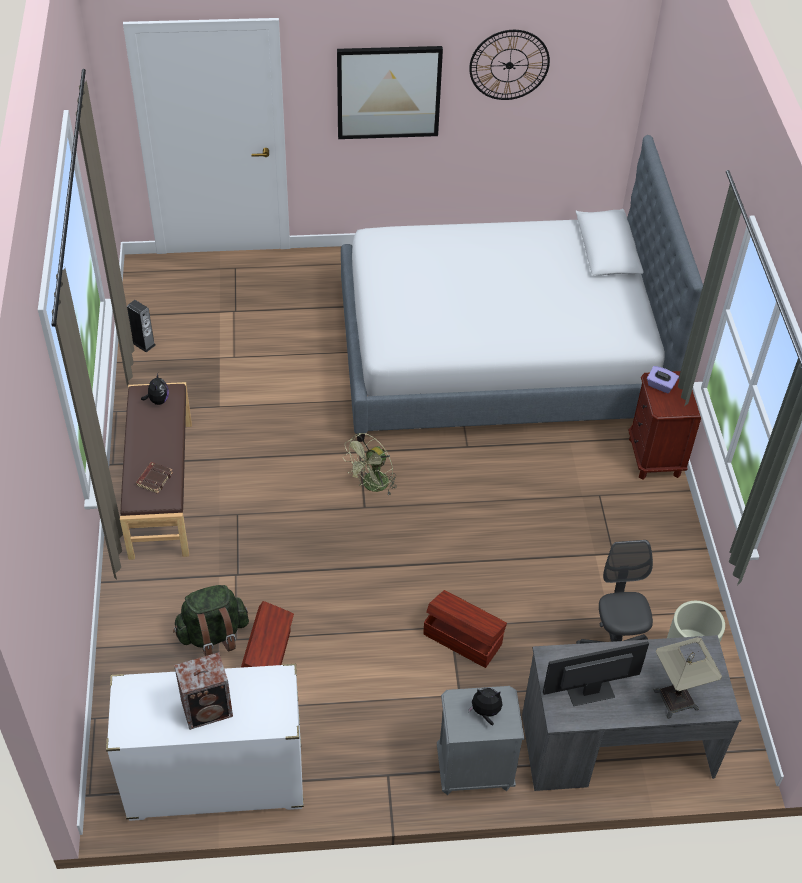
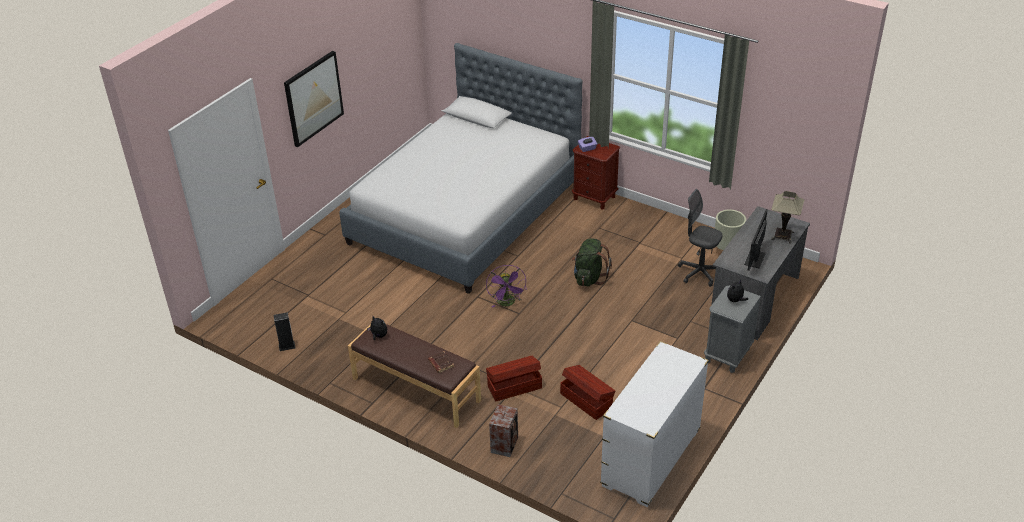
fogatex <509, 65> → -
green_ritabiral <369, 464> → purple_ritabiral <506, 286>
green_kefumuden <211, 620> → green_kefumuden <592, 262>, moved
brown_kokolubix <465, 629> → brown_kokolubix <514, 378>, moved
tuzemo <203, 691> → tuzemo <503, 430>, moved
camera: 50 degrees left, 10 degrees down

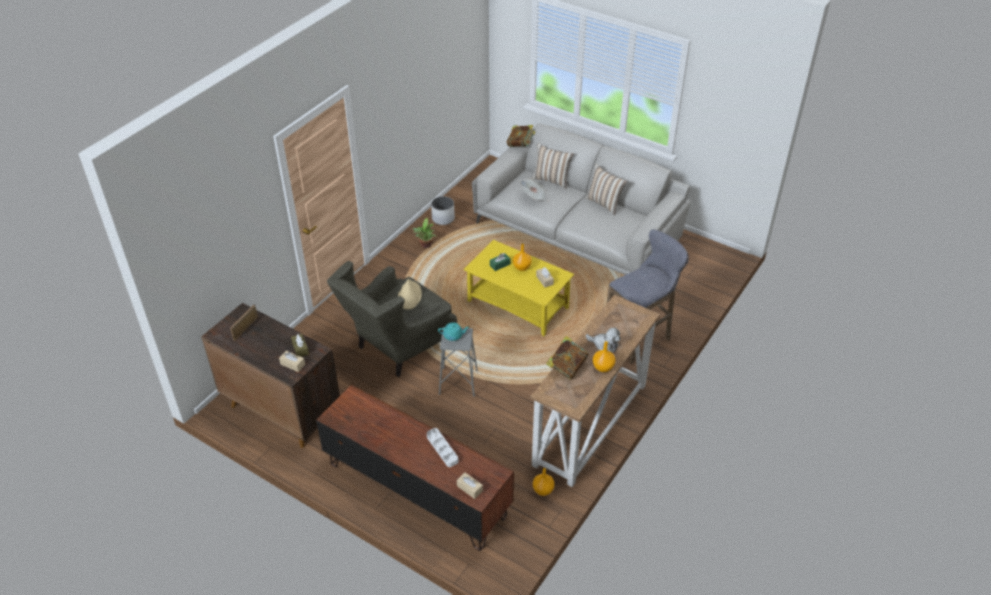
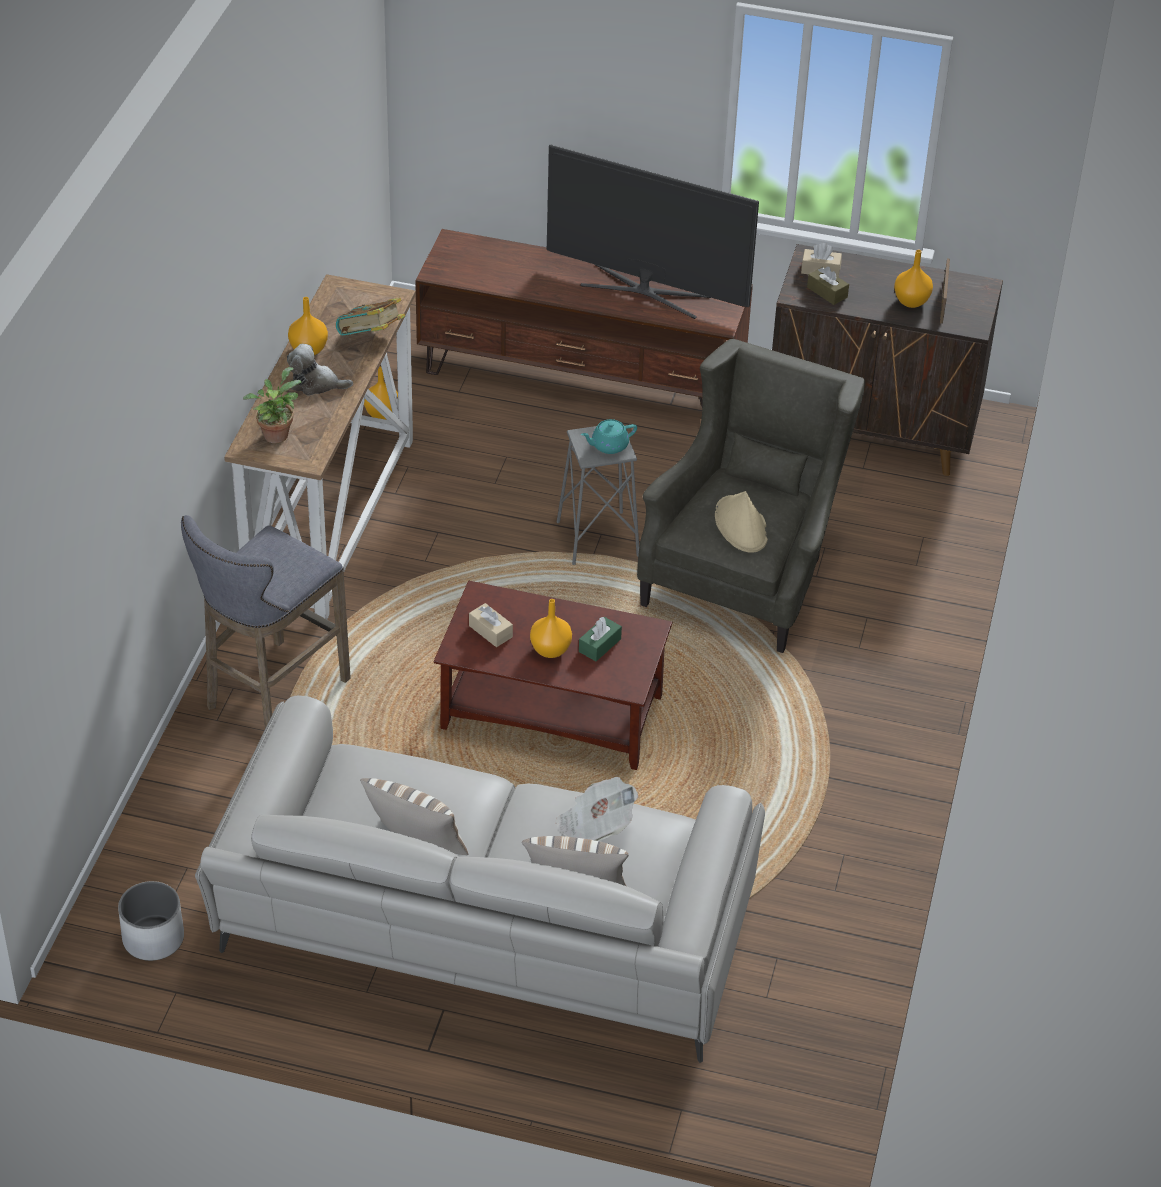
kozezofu <521, 136> → -
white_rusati <443, 210> → white_rusati <151, 921>, moved
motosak <424, 233> → motosak <272, 405>, moved
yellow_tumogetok <519, 288> → brown_tumogetok <553, 675>
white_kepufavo <443, 447> → -
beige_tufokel <470, 486> → -
- → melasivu <653, 231>
- → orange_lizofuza <913, 279>
camera: 160 degrees right, 0 degrees up

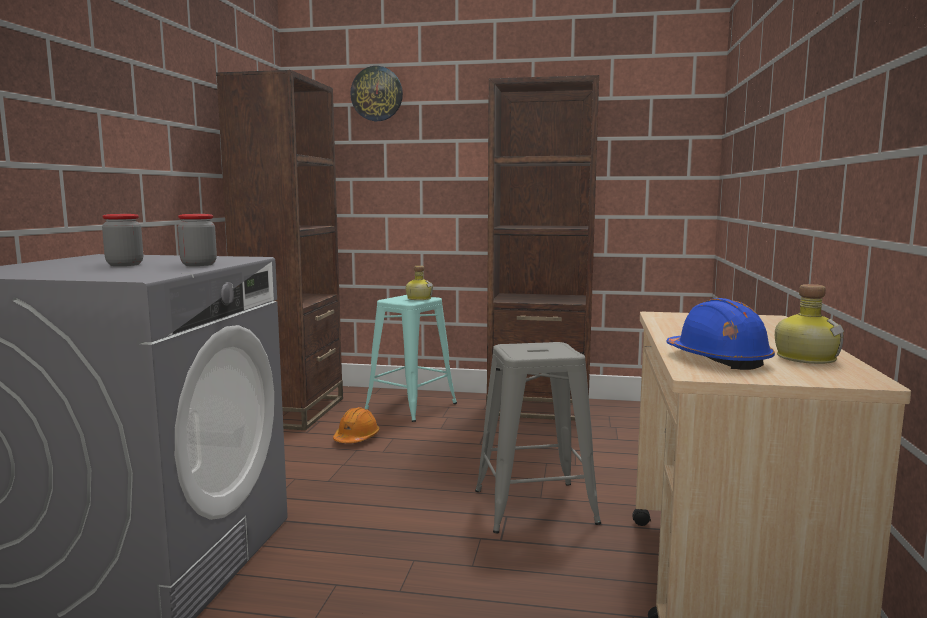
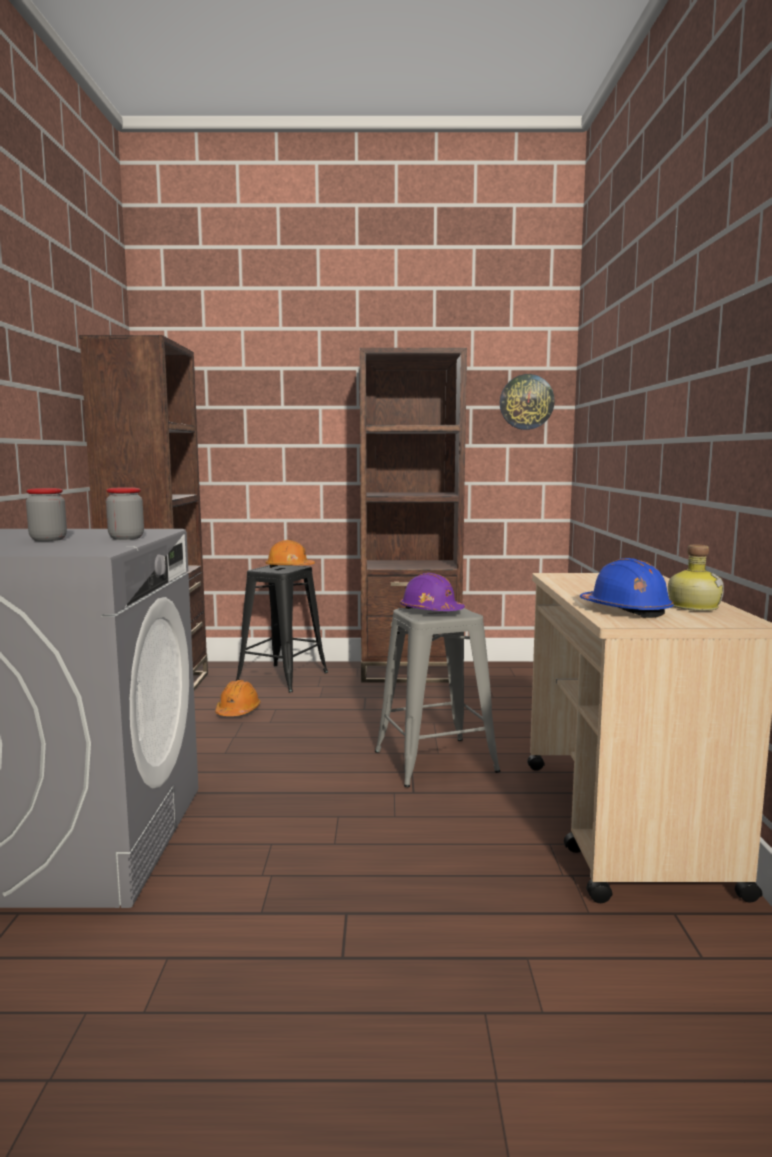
fogatex <376, 93> → fogatex <527, 402>, moved
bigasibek <419, 283> → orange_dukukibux <290, 554>
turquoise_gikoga <410, 358> → black_gikoga <282, 629>
- → purple_dukukibux <432, 592>
camera: 10 degrees left, 0 degrees up

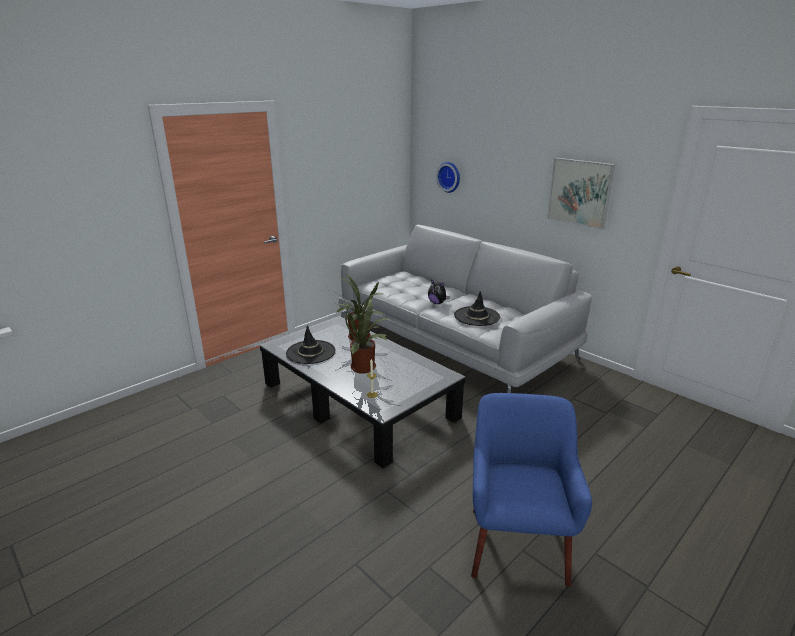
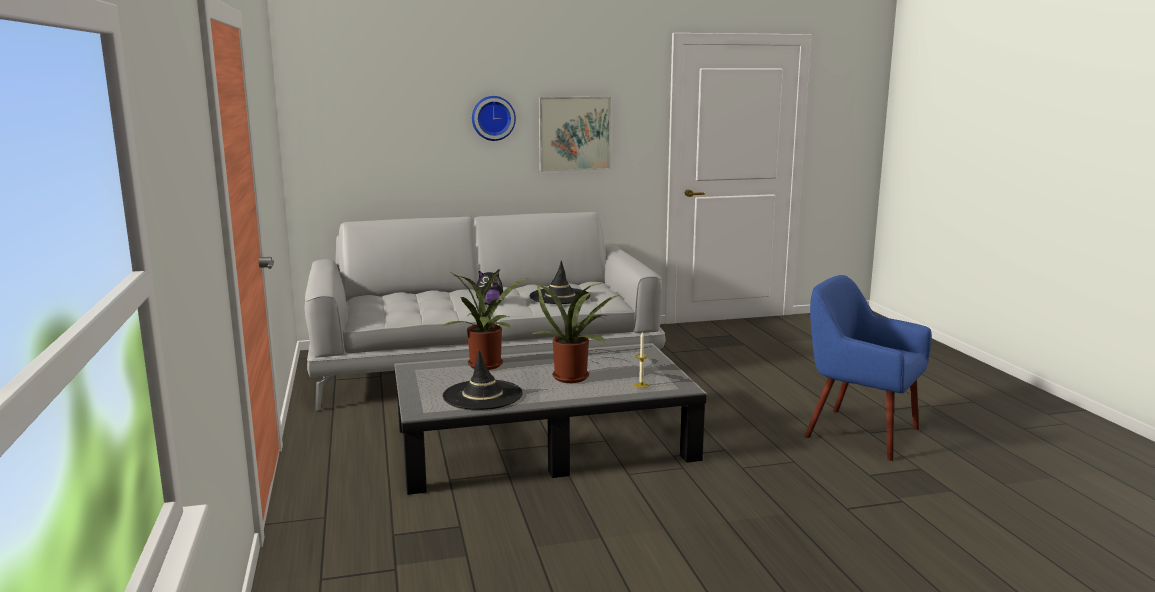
fogatex <448, 177> → fogatex <494, 118>, moved
camera: 60 degrees left, 10 degrees down

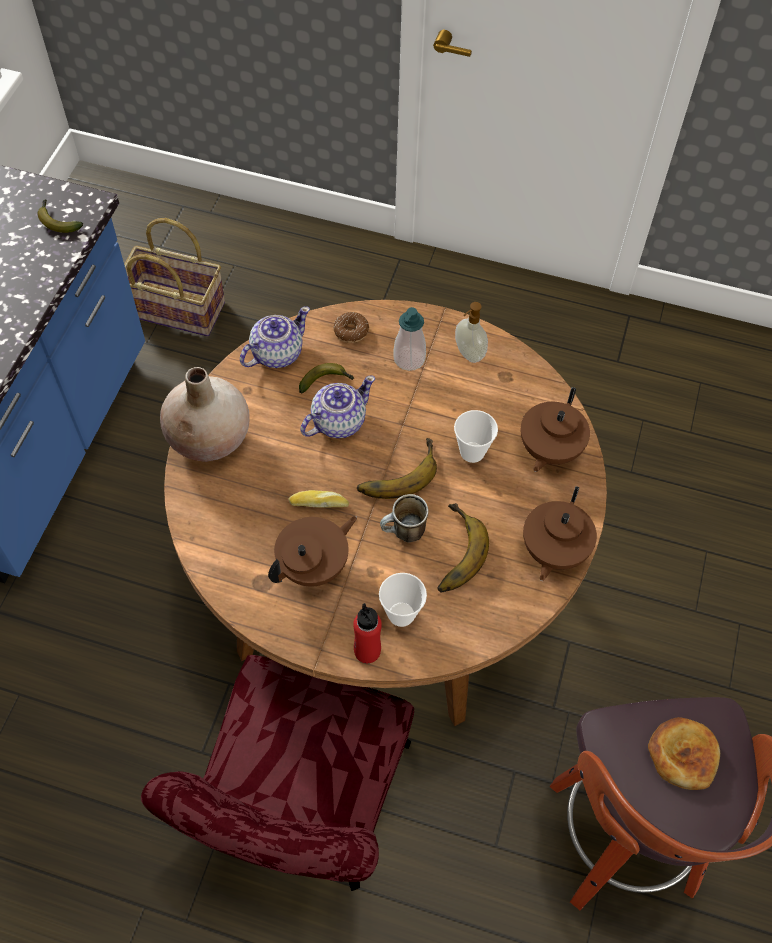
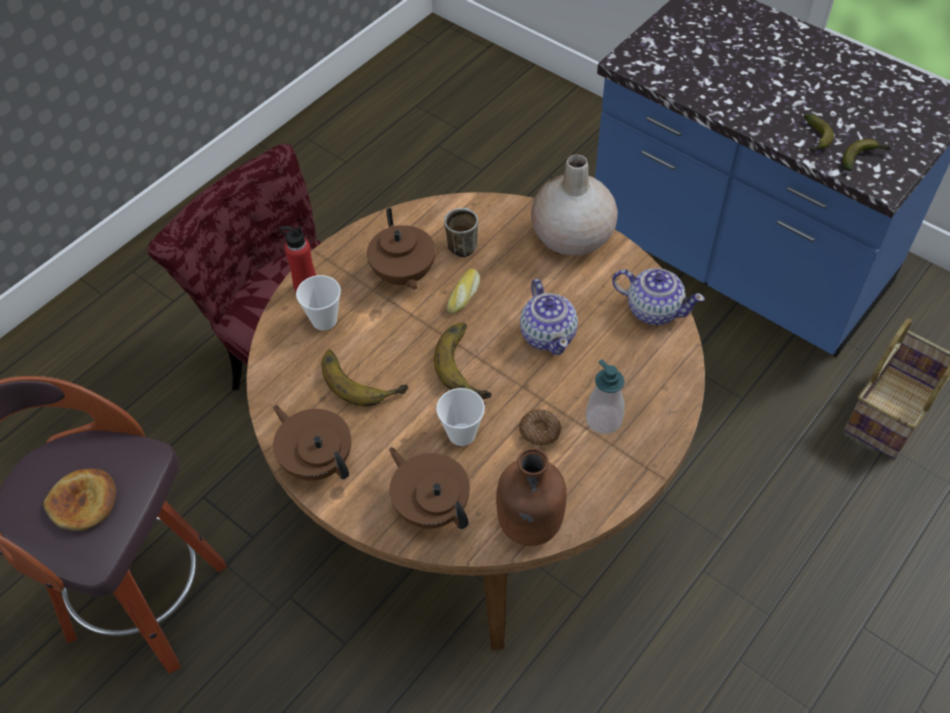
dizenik <471, 332> → -
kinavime <275, 337> → kinavime <658, 296>, 45 degrees counterclockwise
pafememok <351, 327> → pafememok <540, 428>, moved
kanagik <326, 378> → kanagik <819, 133>, moved
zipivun <404, 518> → zipivun <461, 232>, moved
- → brown_bigasibek <531, 497>
camera: 115 degrees right, 5 degrees down

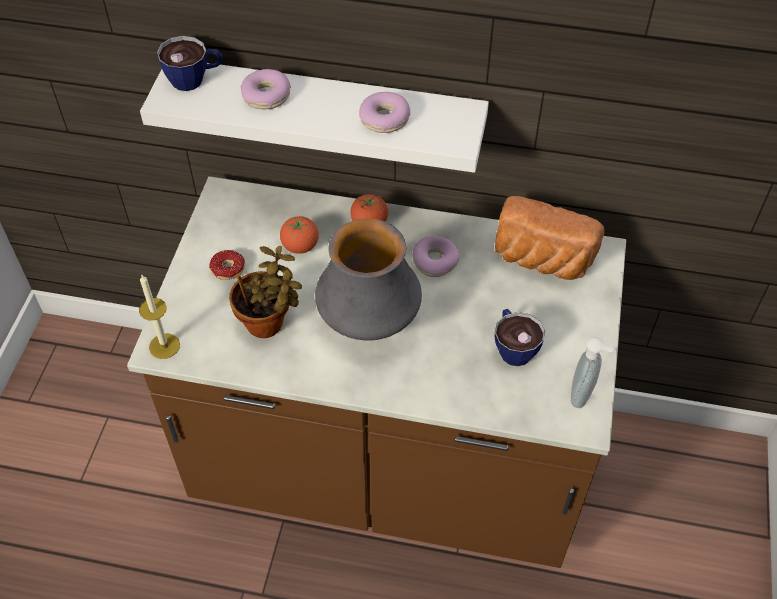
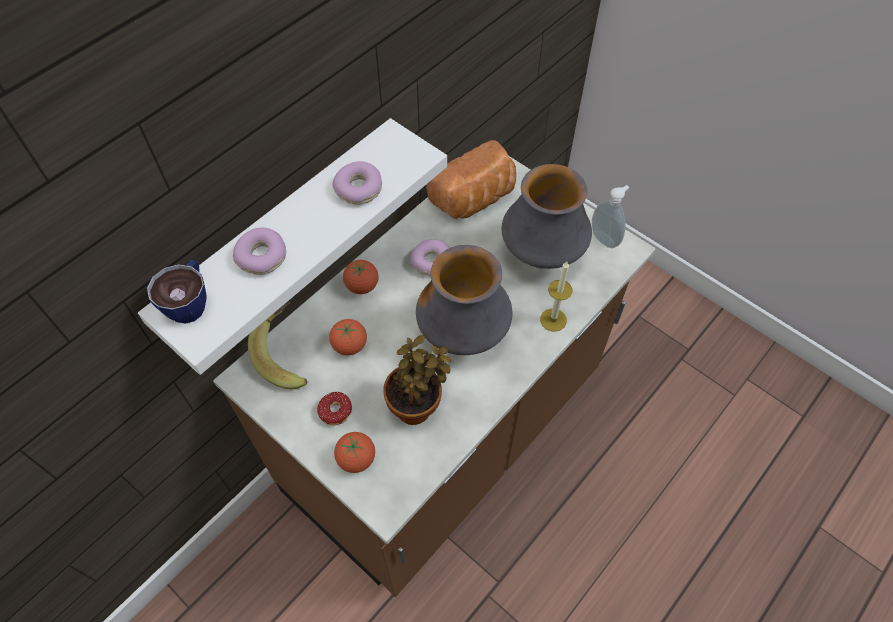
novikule <159, 317> → novikule <556, 297>, moved
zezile <519, 337> → lizofuza <547, 216>
- → kanagik <278, 345>
- → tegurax <354, 452>
camera: 60 degrees left, 5 degrees up

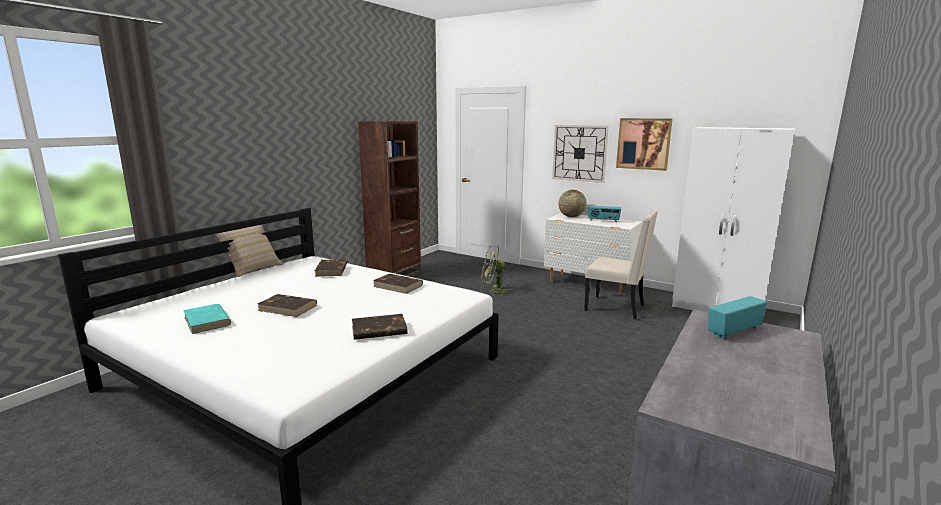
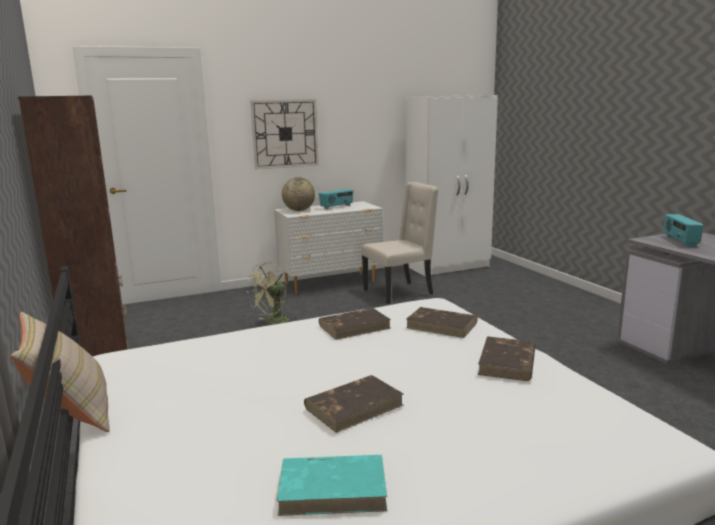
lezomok <644, 144> → -
brown_kozezofu <331, 268> → brown_kozezofu <442, 322>, moved
camera: 55 degrees left, 0 degrees up

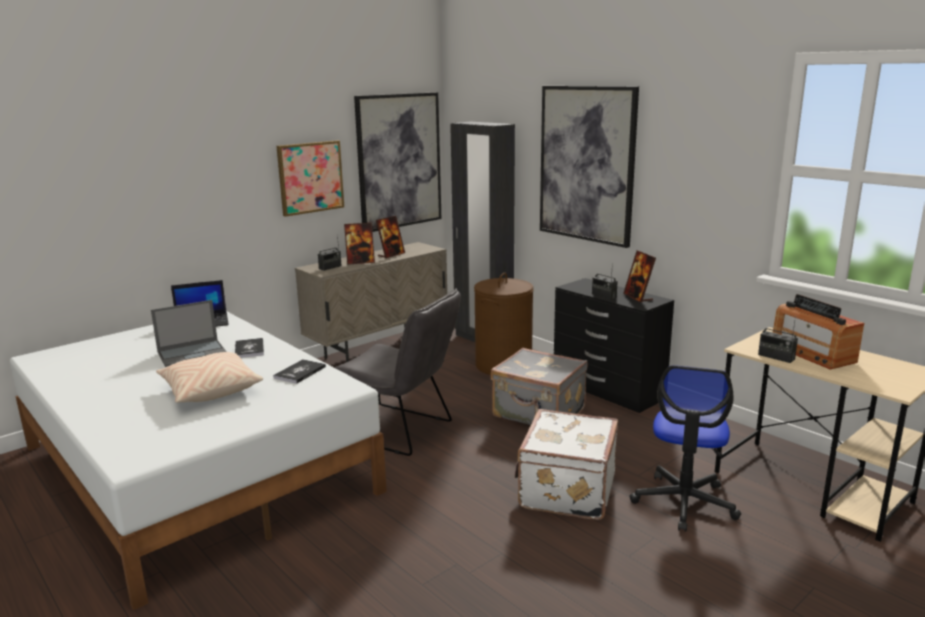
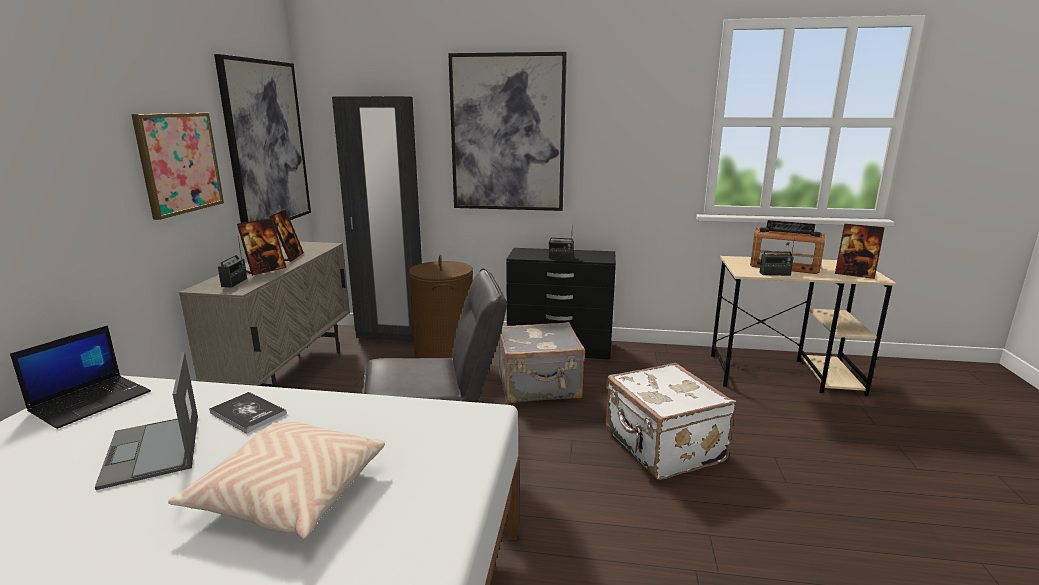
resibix <639, 276> → resibix <860, 251>, moved
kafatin <189, 333> → kafatin <146, 421>, 135 degrees clockwise
kozezofu <299, 371> → -
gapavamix <685, 448> → -
camera: 40 degrees left, 0 degrees up

